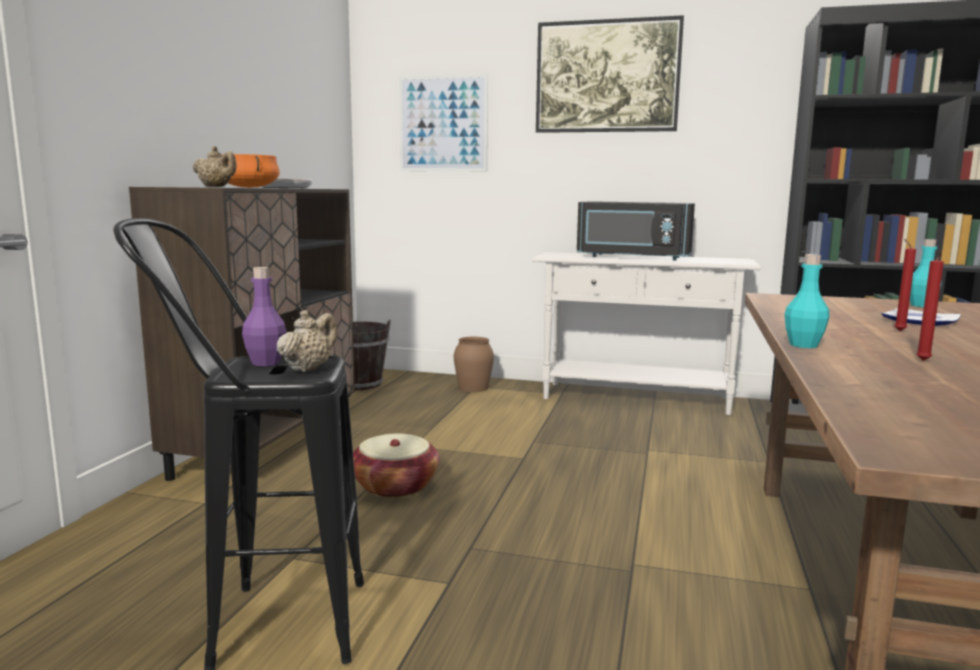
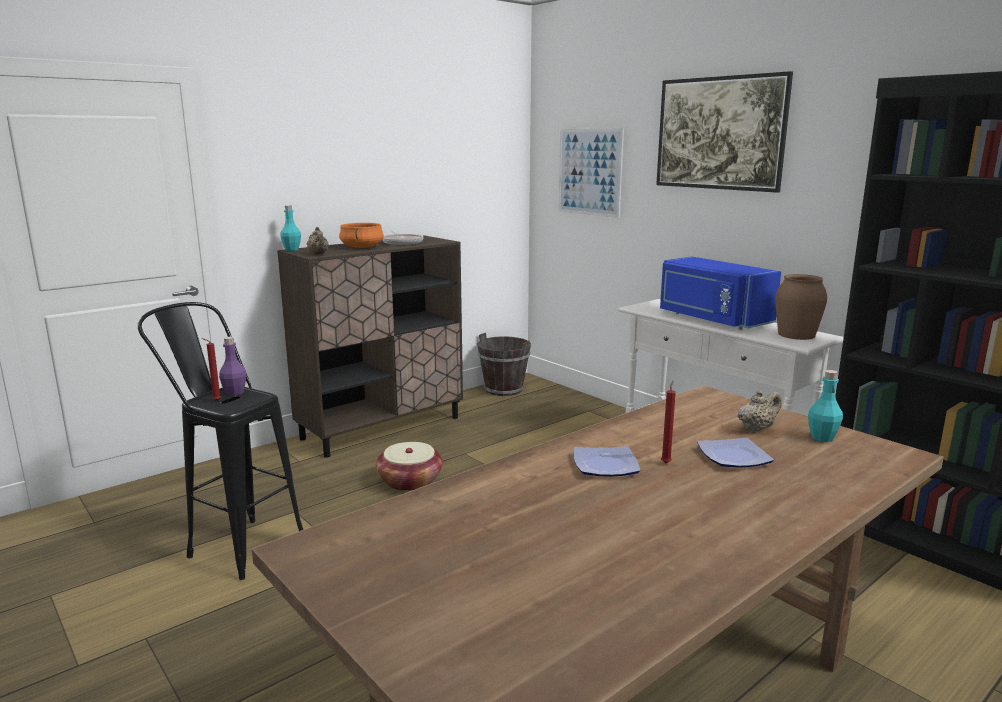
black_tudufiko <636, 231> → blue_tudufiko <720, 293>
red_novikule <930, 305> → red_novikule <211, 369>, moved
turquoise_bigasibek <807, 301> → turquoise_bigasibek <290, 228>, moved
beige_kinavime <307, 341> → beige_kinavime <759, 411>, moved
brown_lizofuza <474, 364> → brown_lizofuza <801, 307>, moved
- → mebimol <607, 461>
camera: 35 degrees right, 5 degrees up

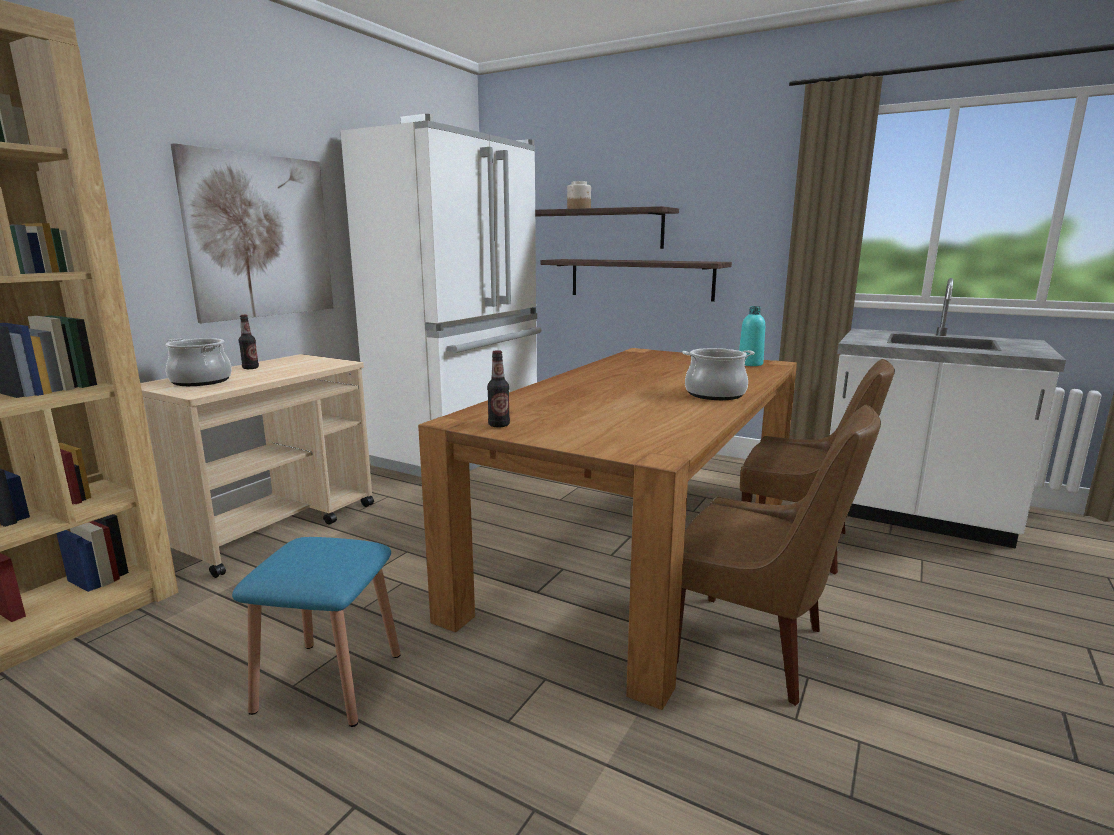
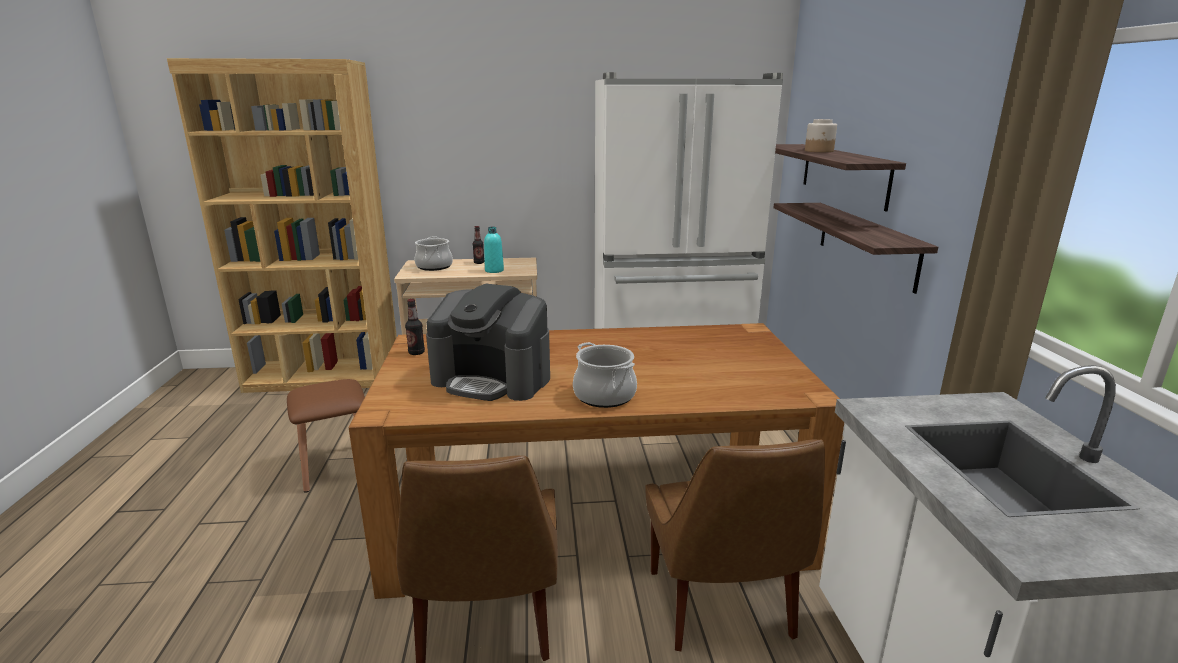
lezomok <252, 233> → -
turquoise_bigasibek <752, 336> → turquoise_bigasibek <494, 250>, moved
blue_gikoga <316, 632> → brown_gikoga <326, 436>
- → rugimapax <488, 342>
camera: 55 degrees right, 5 degrees up

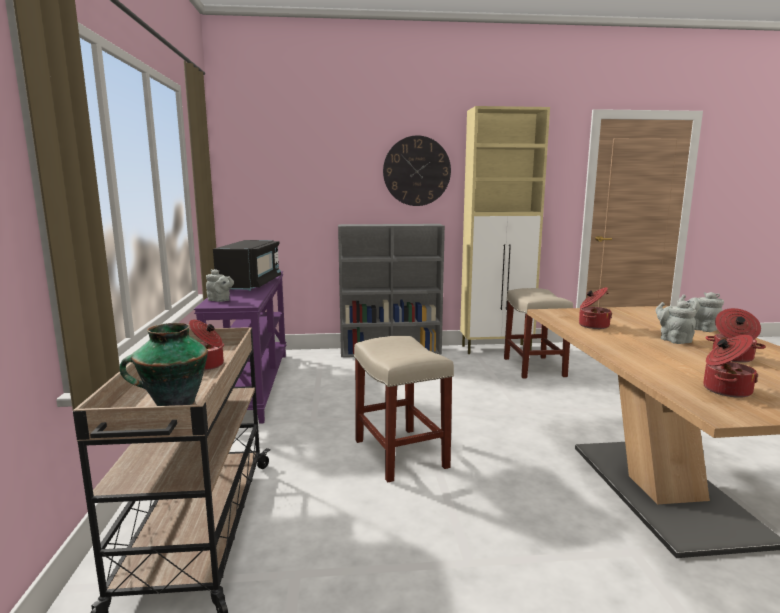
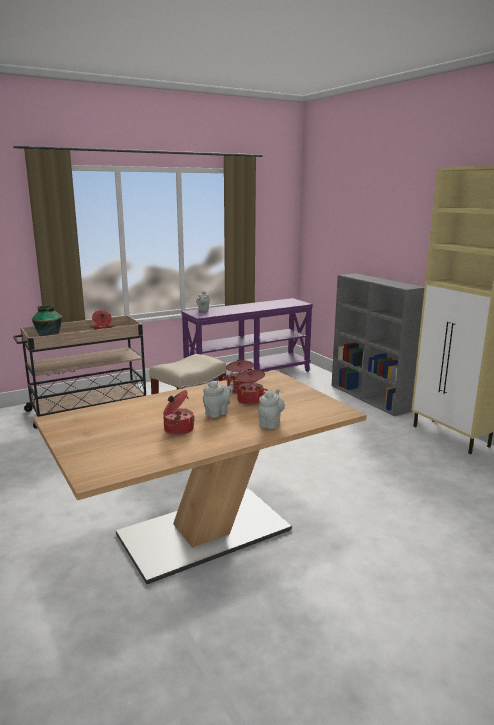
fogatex <417, 171> → -
black_tudufiko <247, 265> → -
beige_gikoga <538, 333> → -
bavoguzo <730, 366> → bavoguzo <251, 387>, moved
camera: 65 degrees right, 5 degrees up

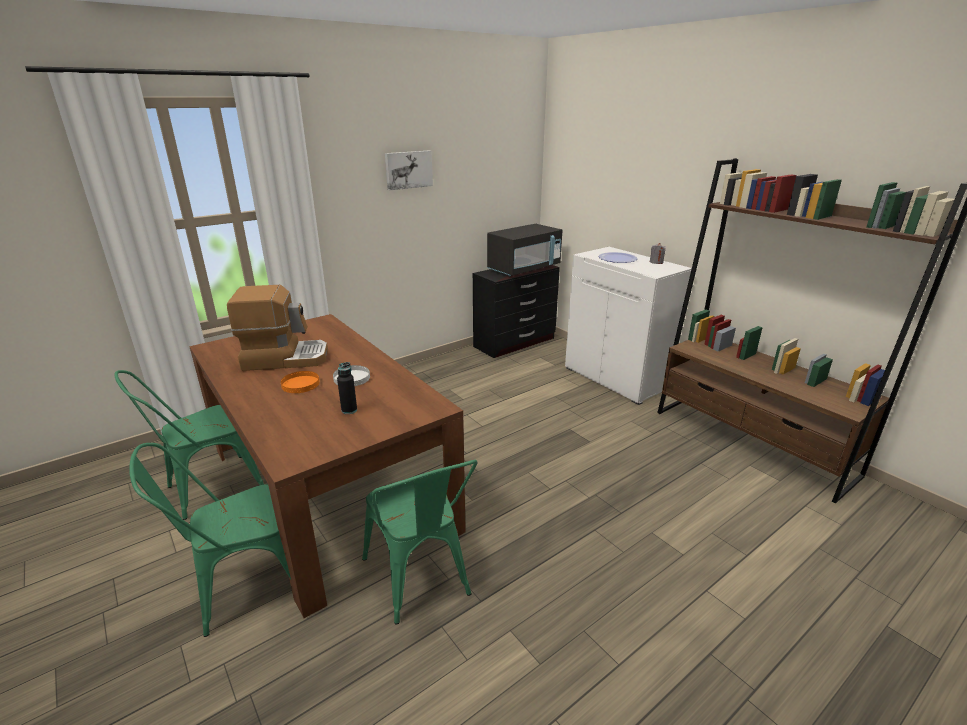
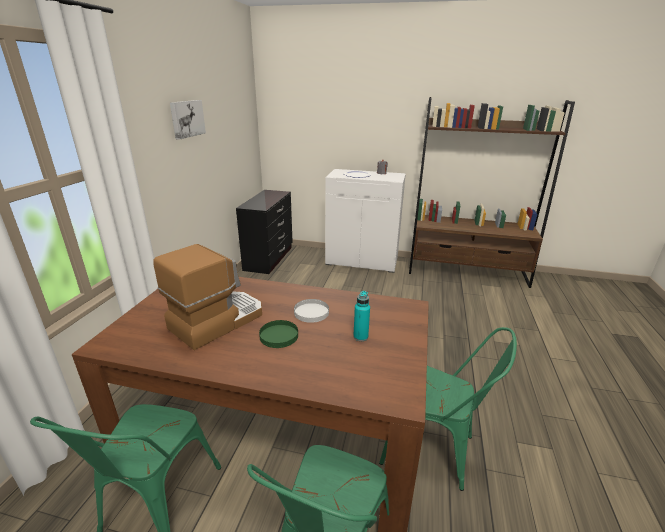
black_tudufiko <525, 250> → -
black_bigasibek <347, 388> → turquoise_bigasibek <361, 316>
orange_mebimol <300, 382> → green_mebimol <278, 334>
camera: 40 degrees left, 0 degrees up

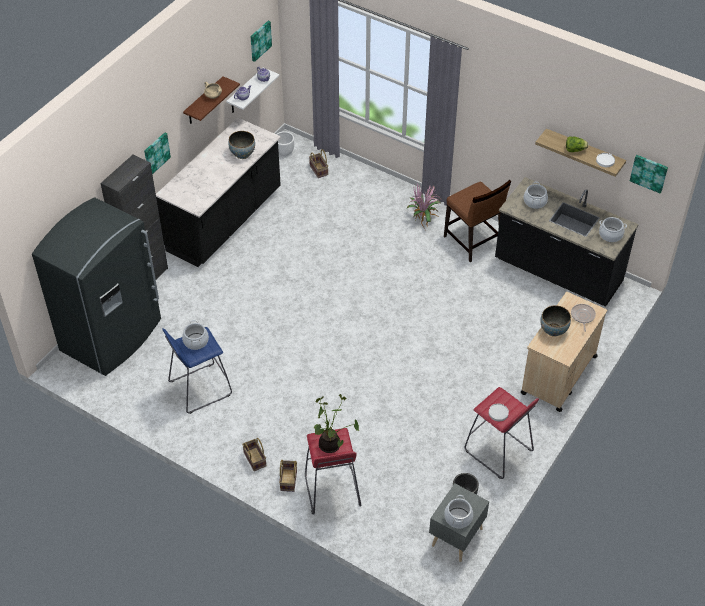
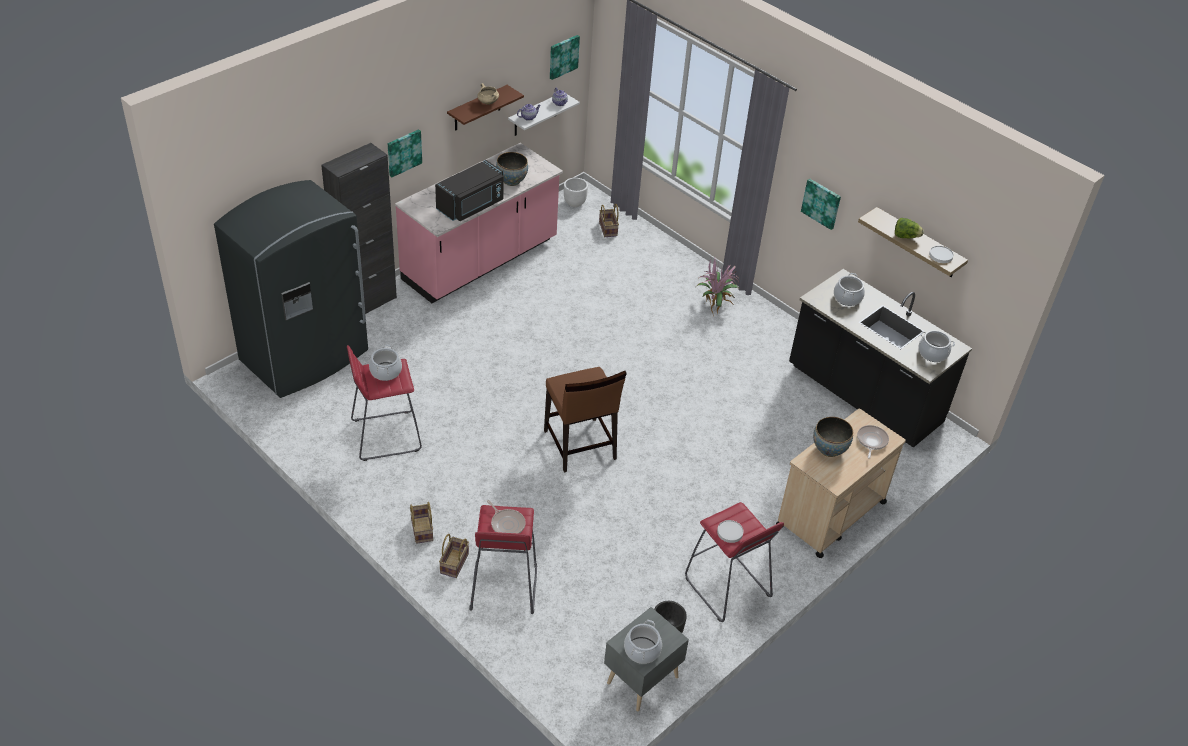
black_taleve <218, 192> → pink_taleve <479, 223>
lezomok <649, 174> → lezomok <821, 204>, moved
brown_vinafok <477, 221> → brown_vinafok <585, 420>, moved
blue_gikoga <197, 370> → red_gikoga <384, 403>
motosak <336, 423> → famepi <506, 516>
- → black_tudufiko <469, 190>
camera: 10 degrees right, 5 degrees down

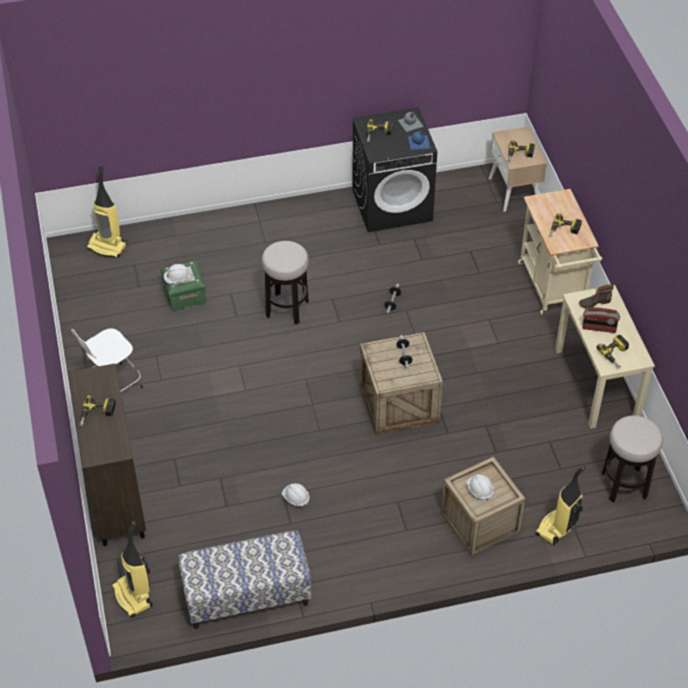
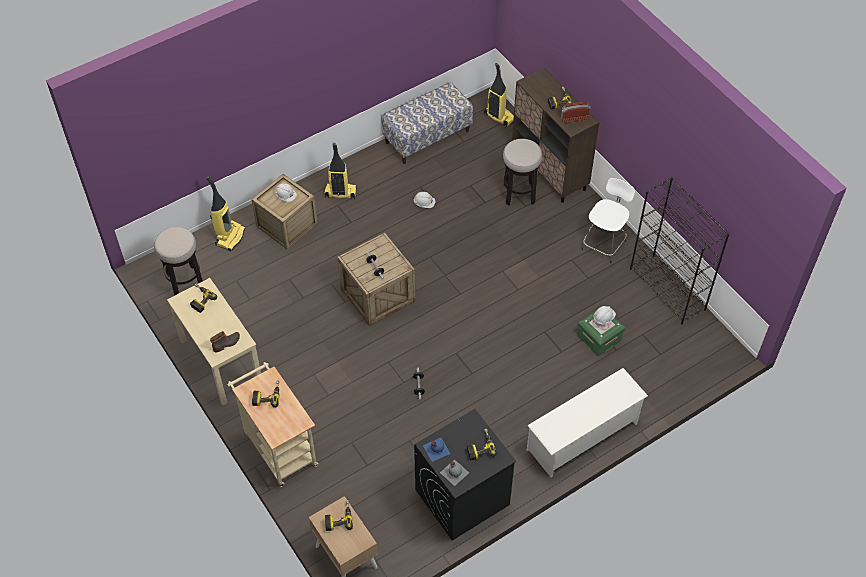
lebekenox <106, 211> → lebekenox <340, 171>, moved
gikoga <285, 283> → gikoga <522, 172>, moved
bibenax <601, 320> → bibenax <576, 112>, moved
- → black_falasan <680, 250>
- → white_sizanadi <587, 423>
camera: 160 degrees right, 5 degrees up

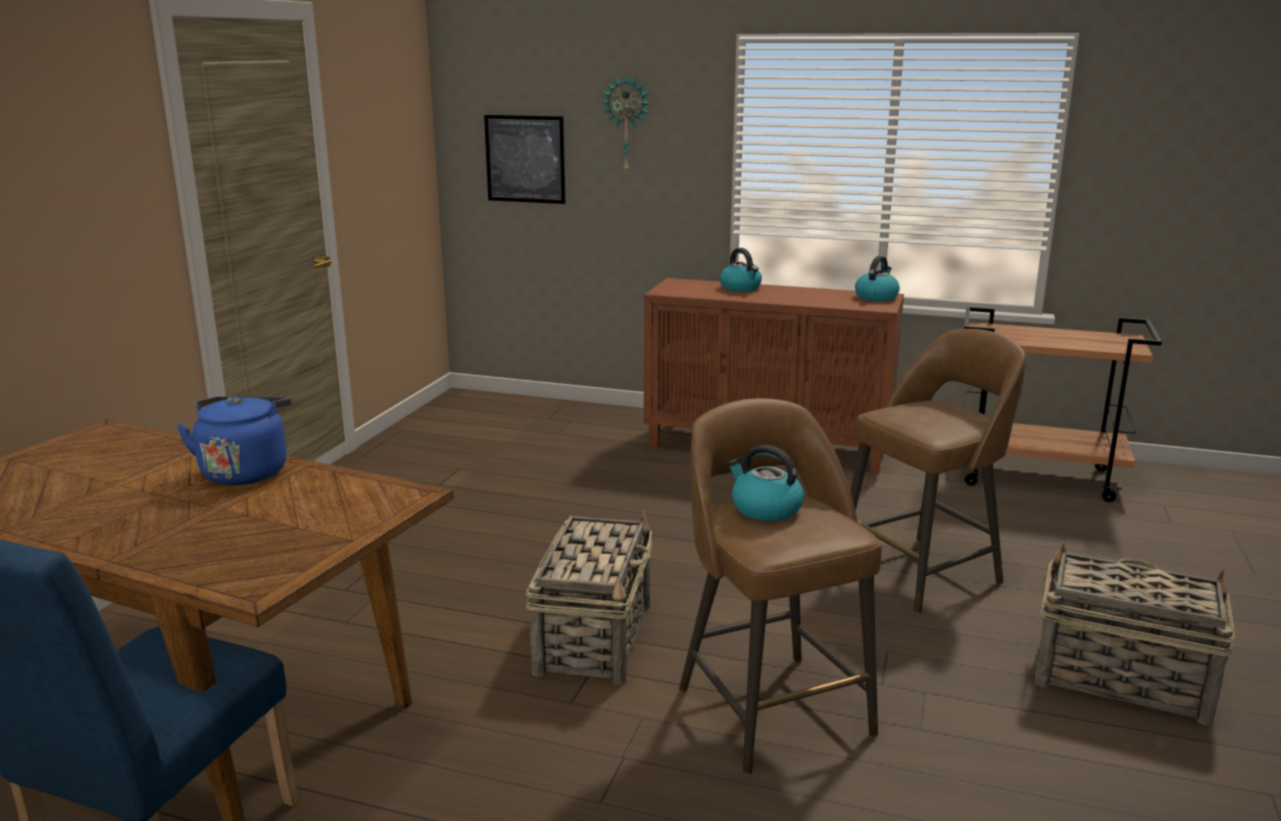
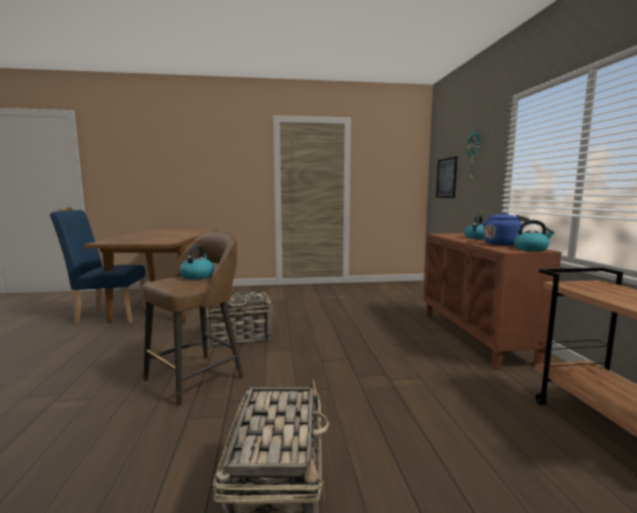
brown_gikoga <938, 471> → -
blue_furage <234, 440> → blue_furage <506, 229>, moved
camera: 65 degrees right, 10 degrees down

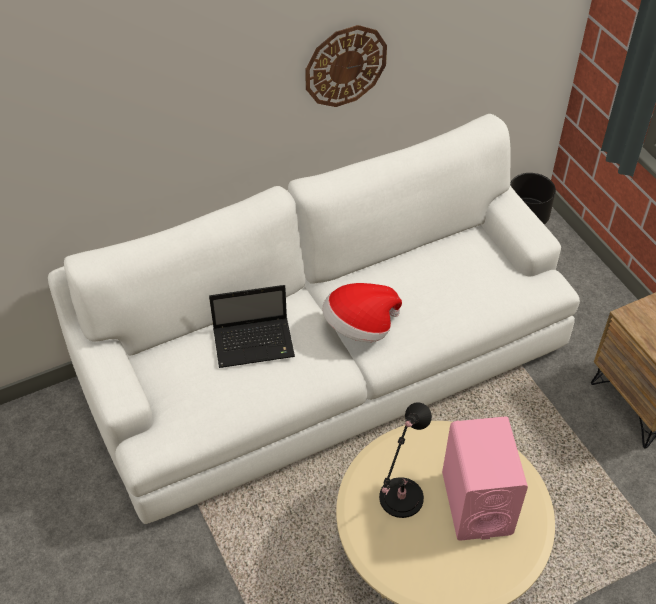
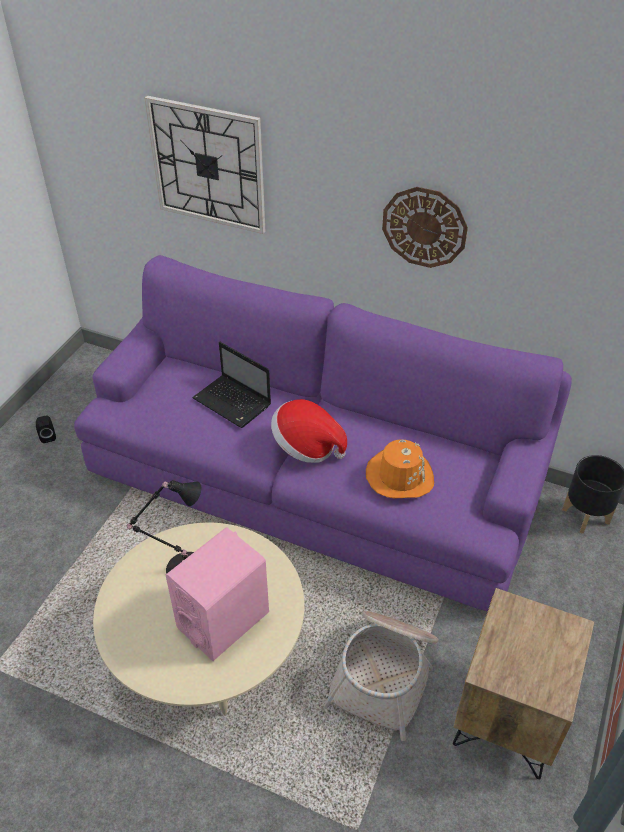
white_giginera <314, 319> → purple_giginera <323, 433>
- → fogatex <205, 165>
- → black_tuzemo <46, 429>
- → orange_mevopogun <400, 469>
- → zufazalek <380, 676>
camera: 50 degrees right, 5 degrees down

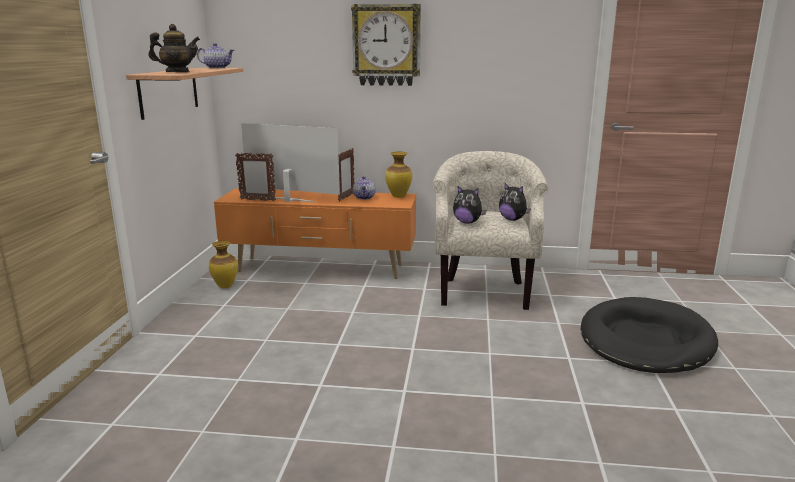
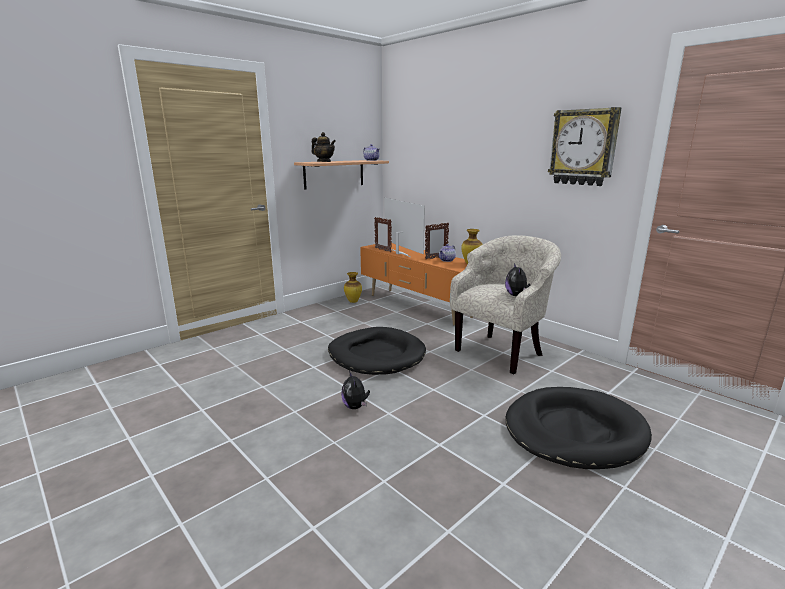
fogatex <386, 45> → fogatex <584, 146>, moved
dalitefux <470, 205> → dalitefux <355, 390>, moved
- → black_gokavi <377, 351>
camera: 40 degrees right, 0 degrees up

